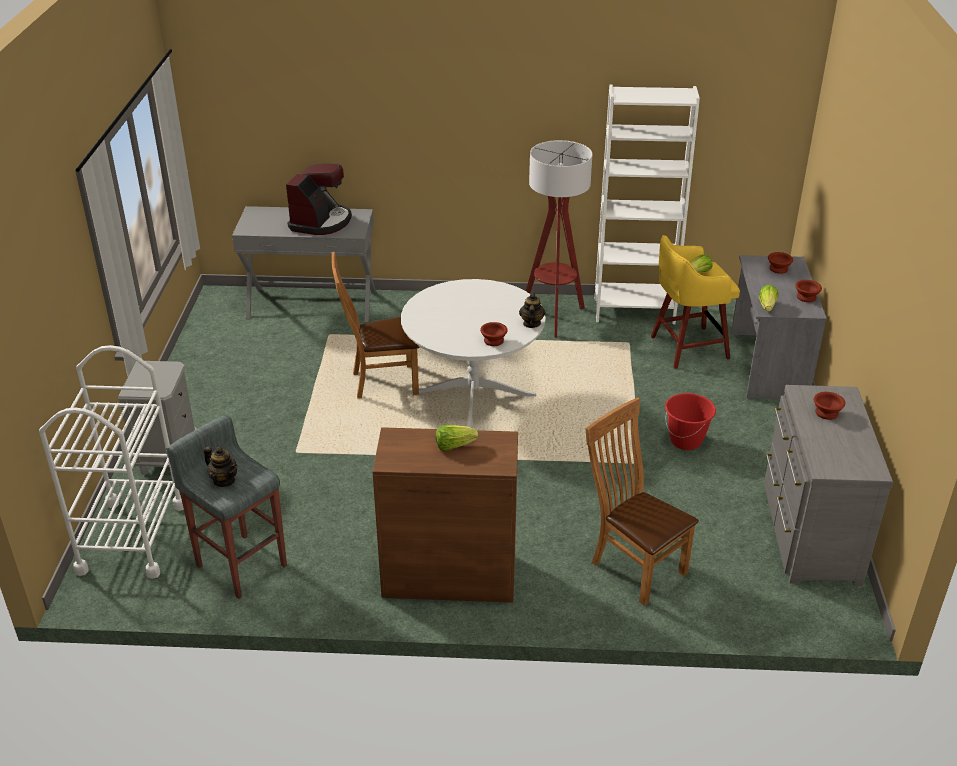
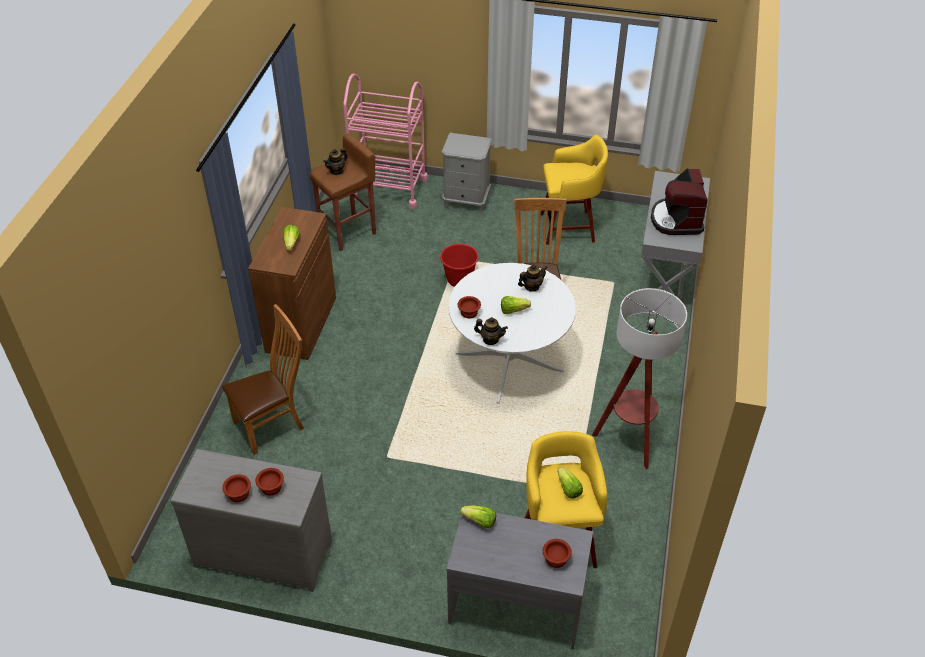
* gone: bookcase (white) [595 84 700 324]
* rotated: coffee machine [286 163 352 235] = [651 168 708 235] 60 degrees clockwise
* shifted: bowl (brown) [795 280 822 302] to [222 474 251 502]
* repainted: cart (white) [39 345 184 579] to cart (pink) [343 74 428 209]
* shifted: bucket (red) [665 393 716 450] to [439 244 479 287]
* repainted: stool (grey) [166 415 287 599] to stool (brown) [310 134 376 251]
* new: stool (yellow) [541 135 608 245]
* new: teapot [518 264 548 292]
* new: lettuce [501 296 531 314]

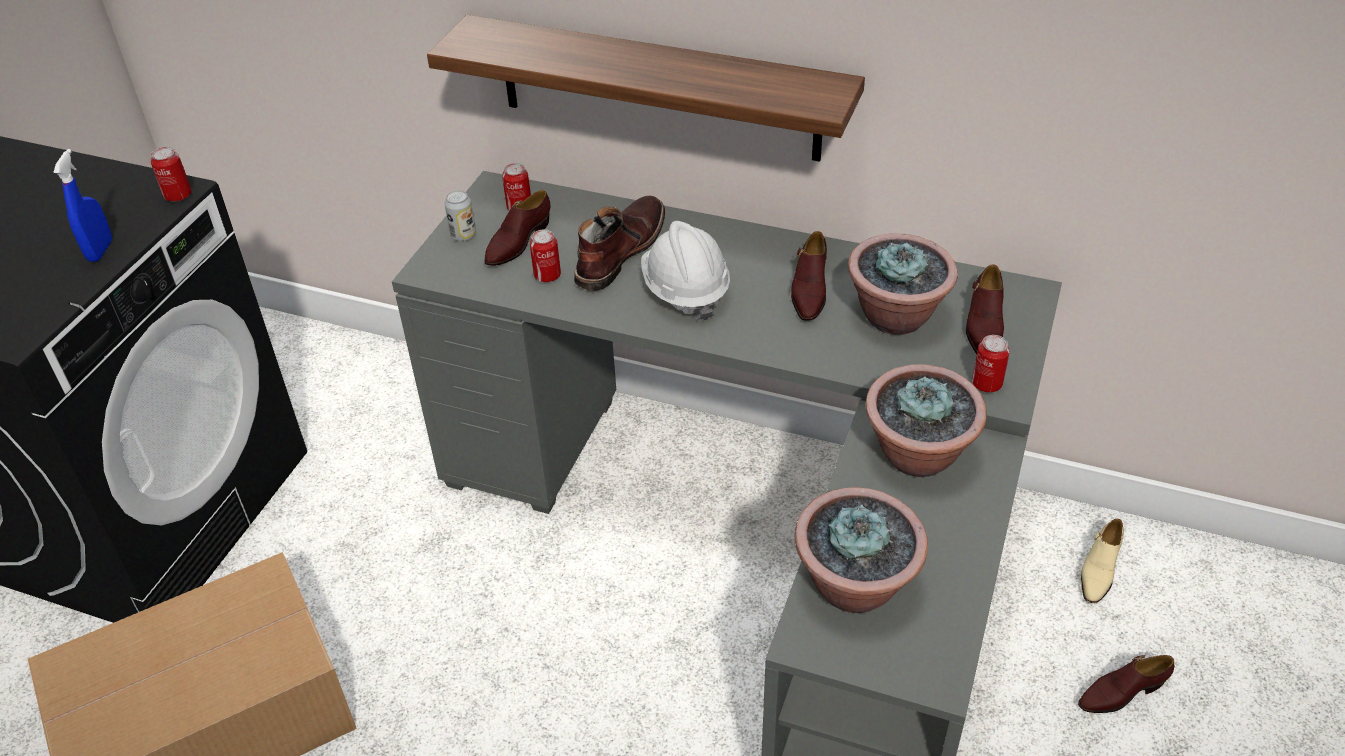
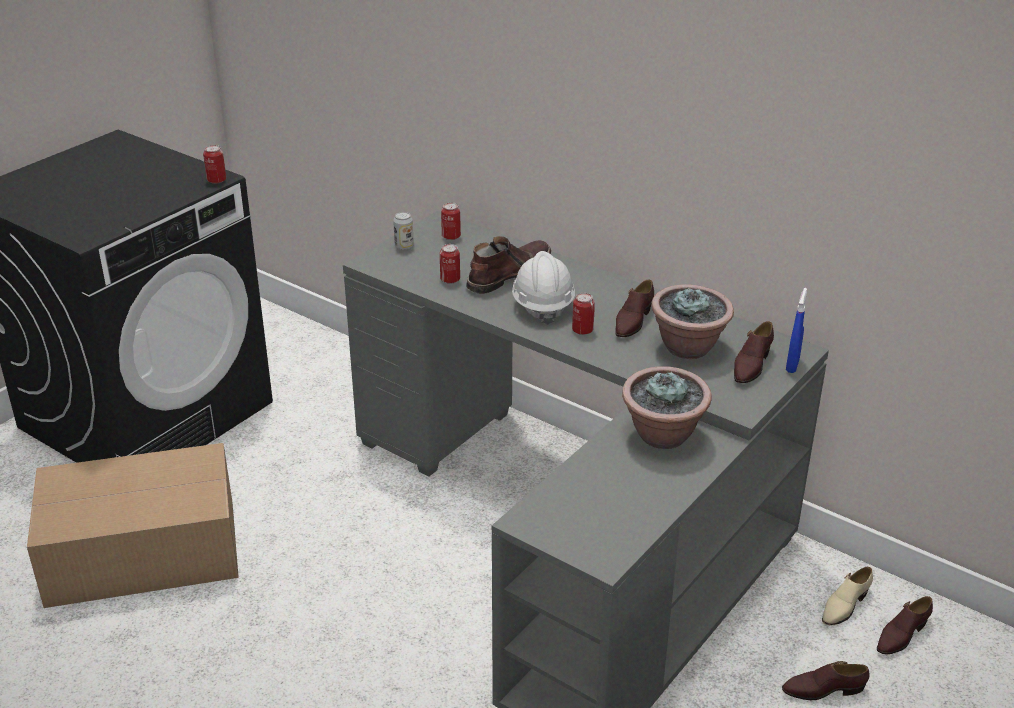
* gone: shelf [427 15 865 162]
* shifted: spray bottle (blue) [54 149 112 262] to [786 288 807 373]
* shifted: shoe (brown) [484 190 550 266] to [877 596 933 654]
* shifted: can [972 335 1010 392] to [572 293 595 335]
* gone: potted plant [795 487 928 613]

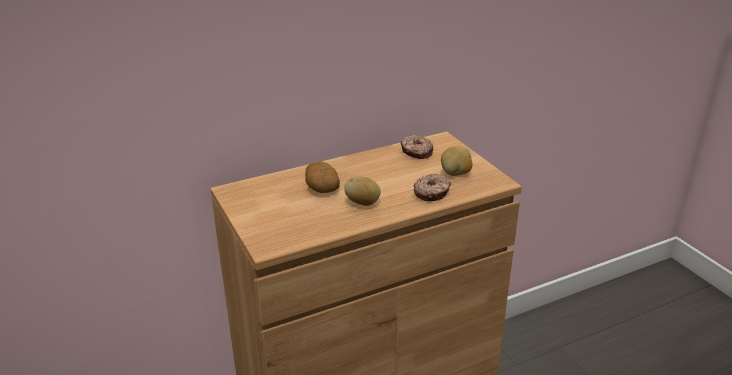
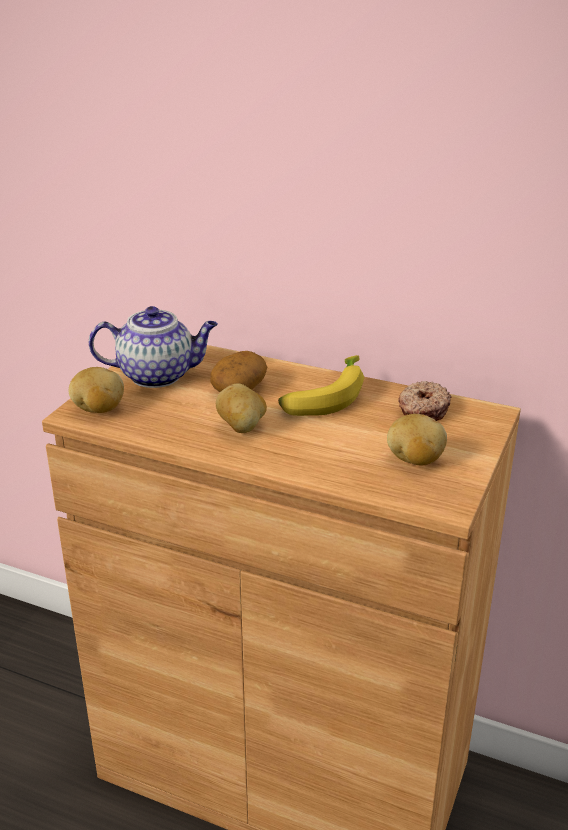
* gone: donut [413 174 451 201]
* new: teapot [89 306 218 388]
* new: banana [278 355 364 416]
* new: potato [69 367 124 413]

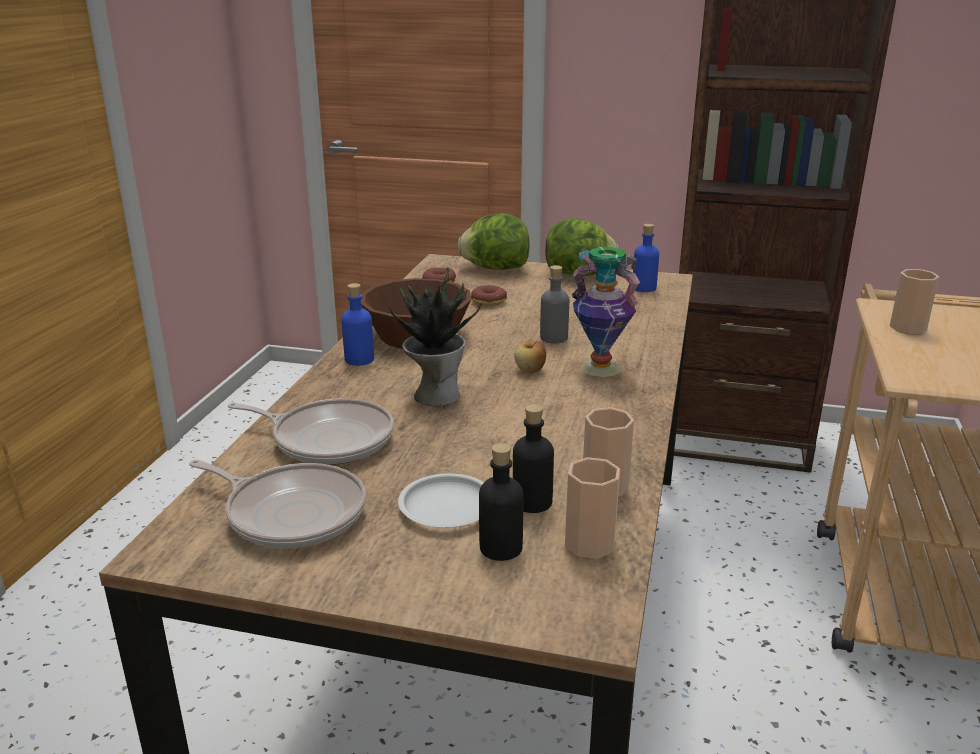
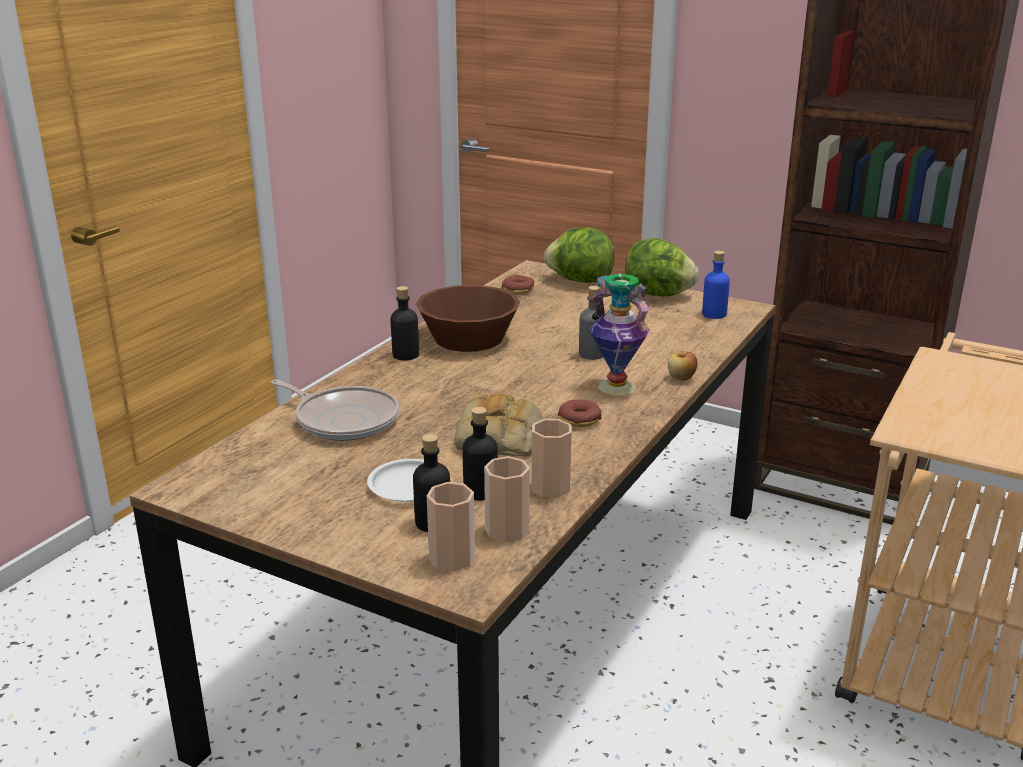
* gone: potted plant [389 267 481 406]
* shifted: cup [890 269 939 334] to [427 482 475 572]
* repainted: bottle (blue) [341 283 374 366] to bottle (black) [390 286 419 360]
* shifted: donut [471 285 507 306] to [558 399 602 427]
* shifted: apple [515 341 546 373] to [668 351 698 381]
* gone: frying pan [189 459 366 548]
* new: bread [455 393 543 457]

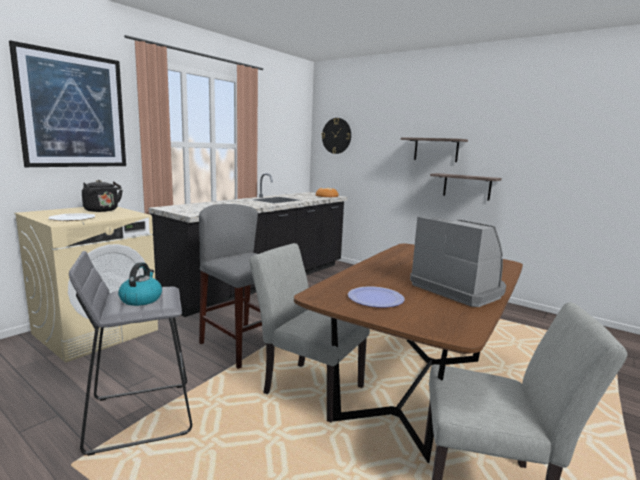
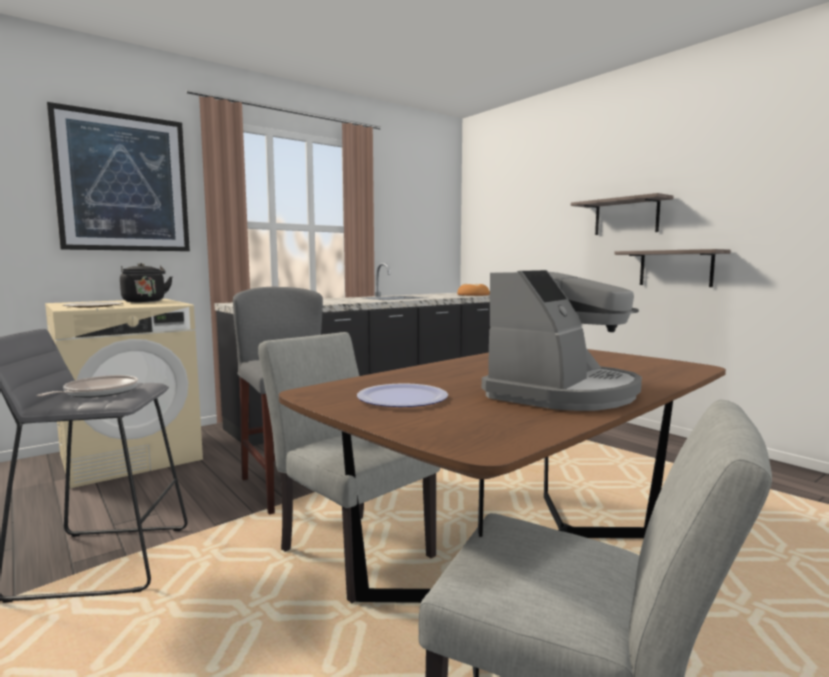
* gone: wall clock [322 118 351 154]
* rotated: coffee machine [410 216 506 307] = [482 270 642 411] 60 degrees clockwise
* swapped: kettle [118 262 162 306] to frying pan [36 375 138 398]

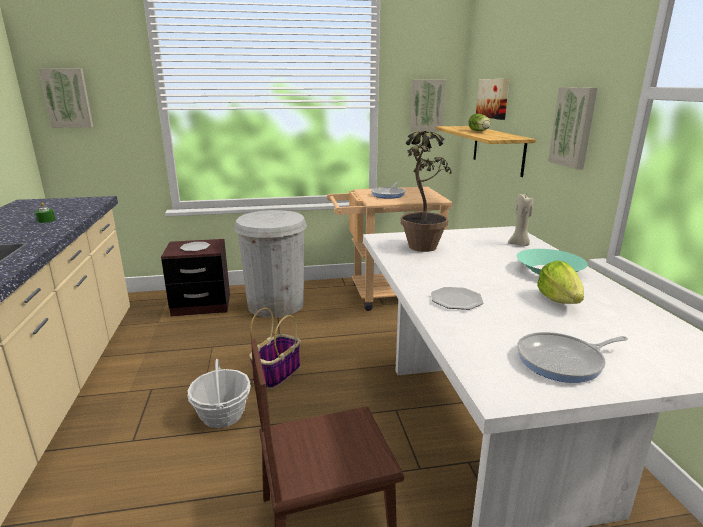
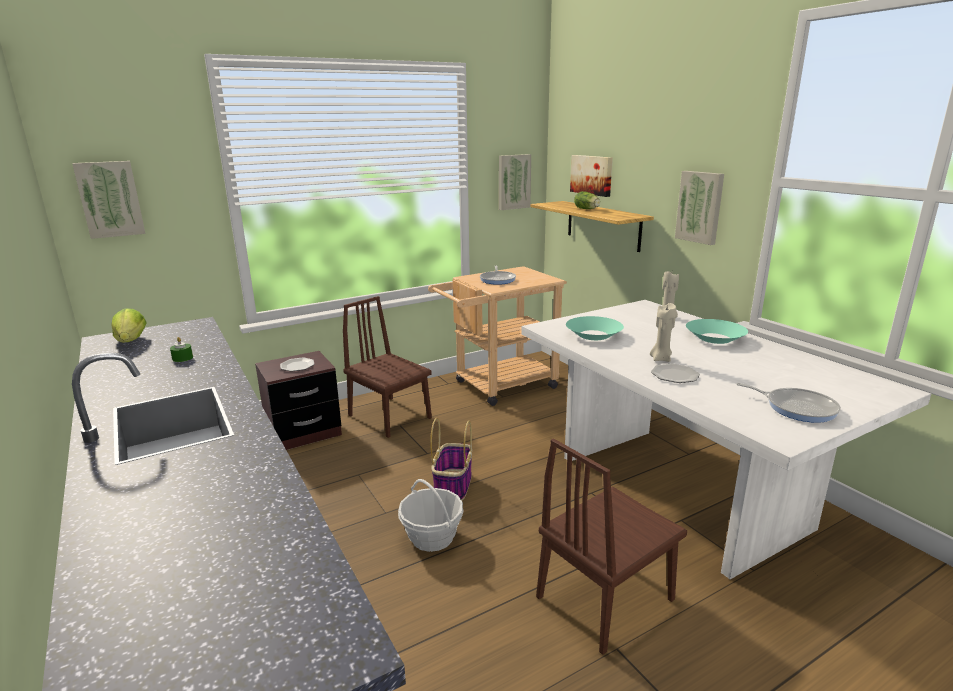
* swapped: potted plant [401 131 452 252] to bowl (turquoise) [566 316 624 340]
* swapped: trash can (white) [234 210 307 318] to chair (brown) [343 296 432 438]
* shifted: lettuce [537 261 584 304] to [111 308 147 343]
* rotated: frying pan [517 332 628 383] = [736 383 841 423] 105 degrees counterclockwise
* new: candle (beige) [650 303 676 362]

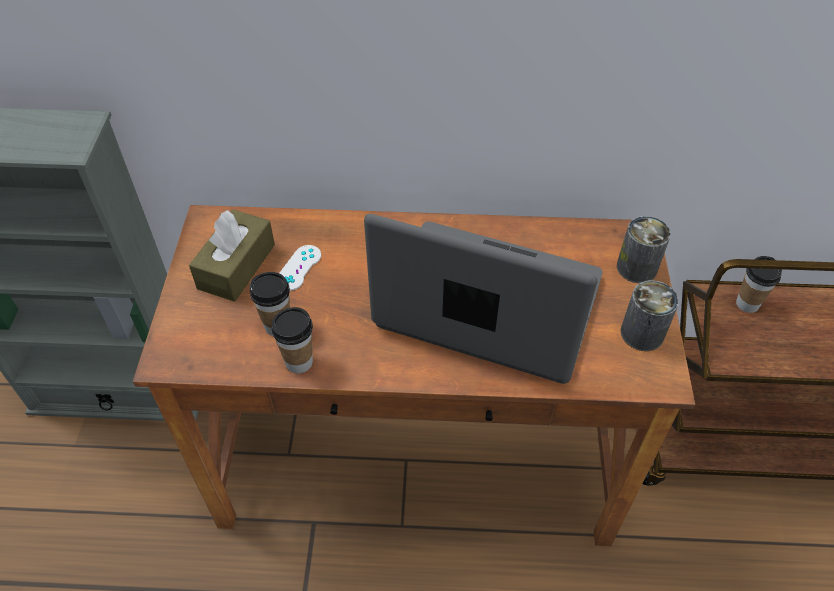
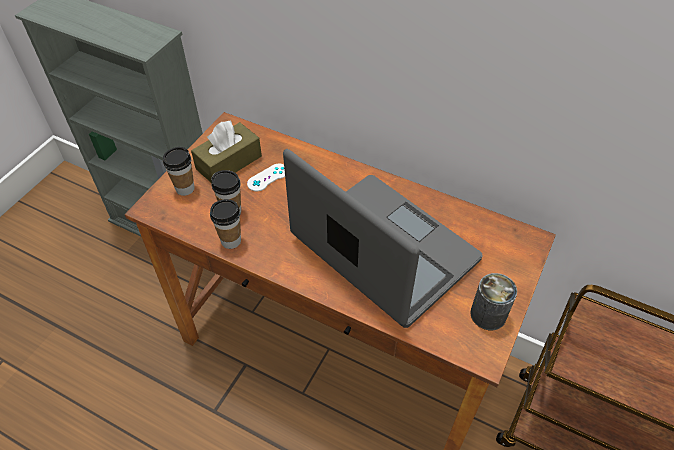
* gone: can [617 216 671 283]
* shifted: cup [736 256 782 313] to [163 147 195 196]

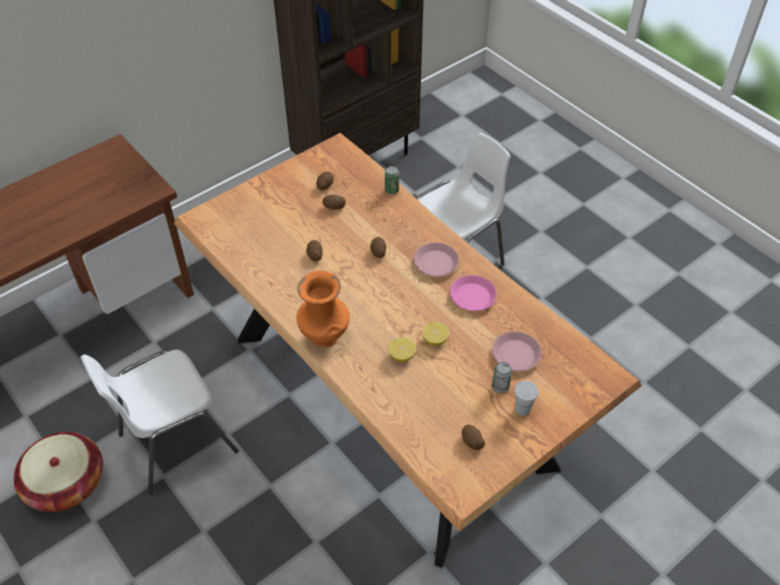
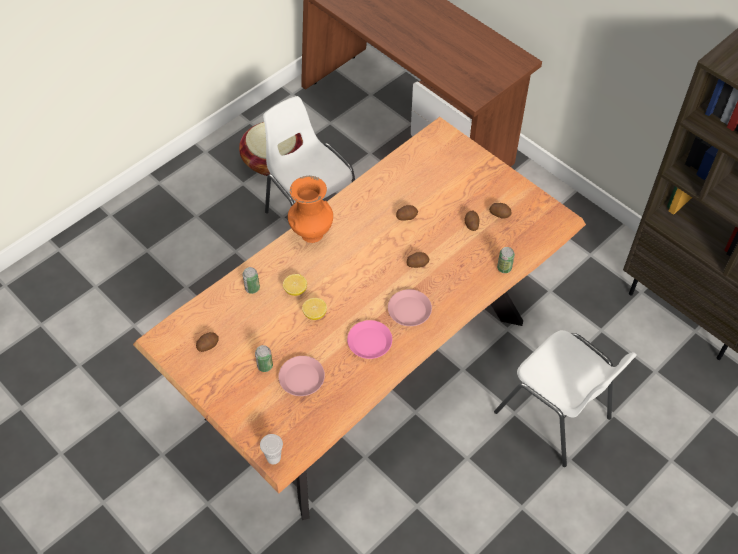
* shifted: cup (white) [514 381 539 416] to [260 434 283 464]
* new: can [243 267 260 294]

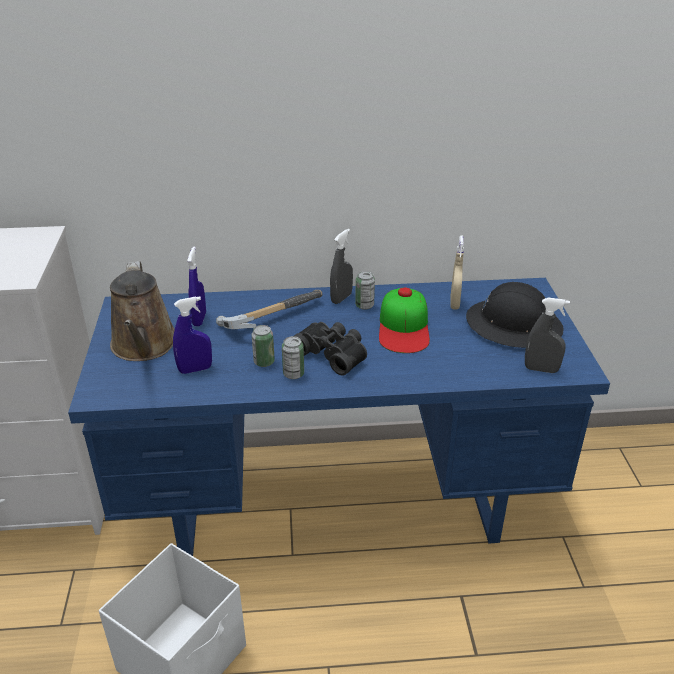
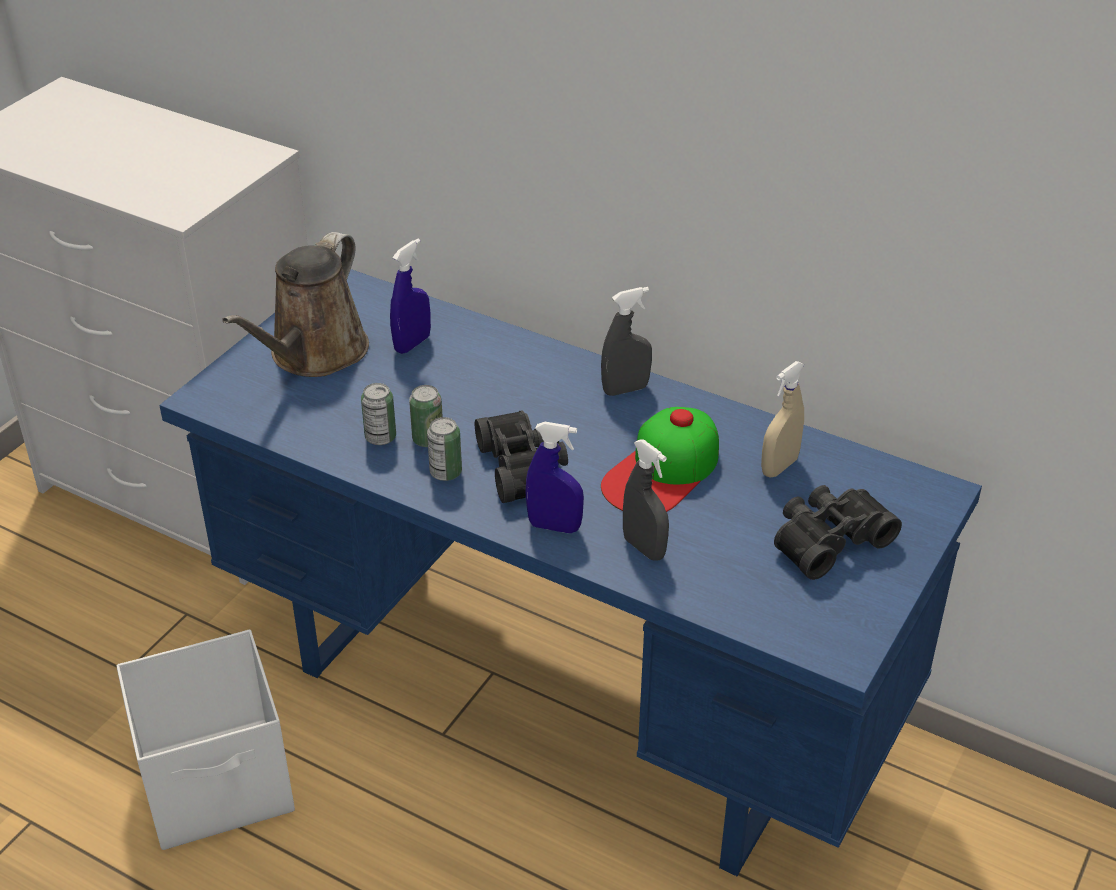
* shifted: can [355 271 375 310] to [361 383 396 445]
* swapped: hard hat (black) [466 282 564 348] to binoculars (black) [774 485 902 580]
* gone: hammer [216 290 322 329]
* shifted: spray bottle (blue) [173 296 212 374] to [525 422 584 533]
* shifted: spray bottle (grey) [525 297 570 373] to [623 440 669 561]

